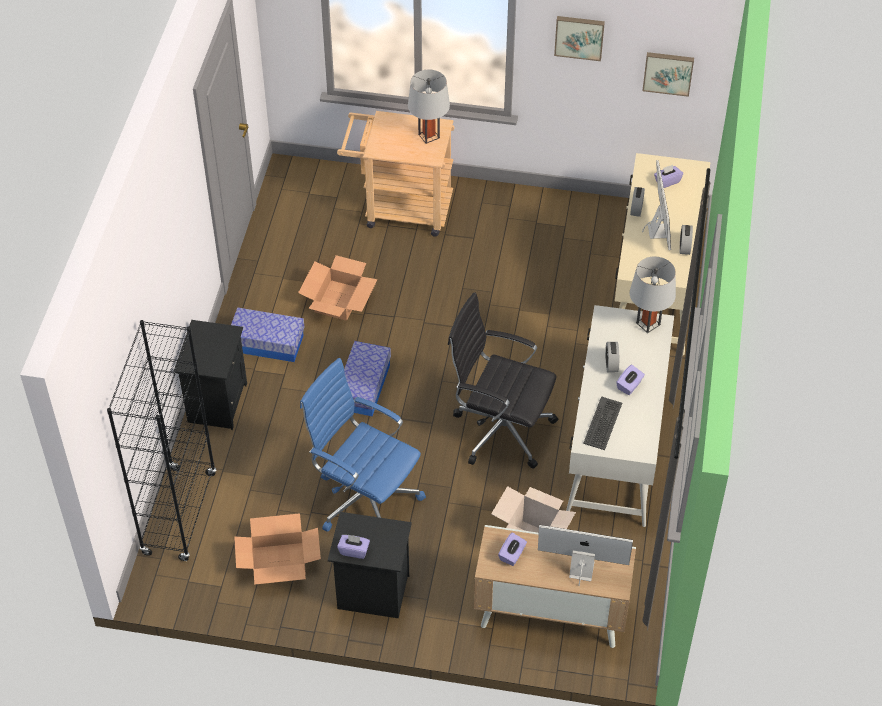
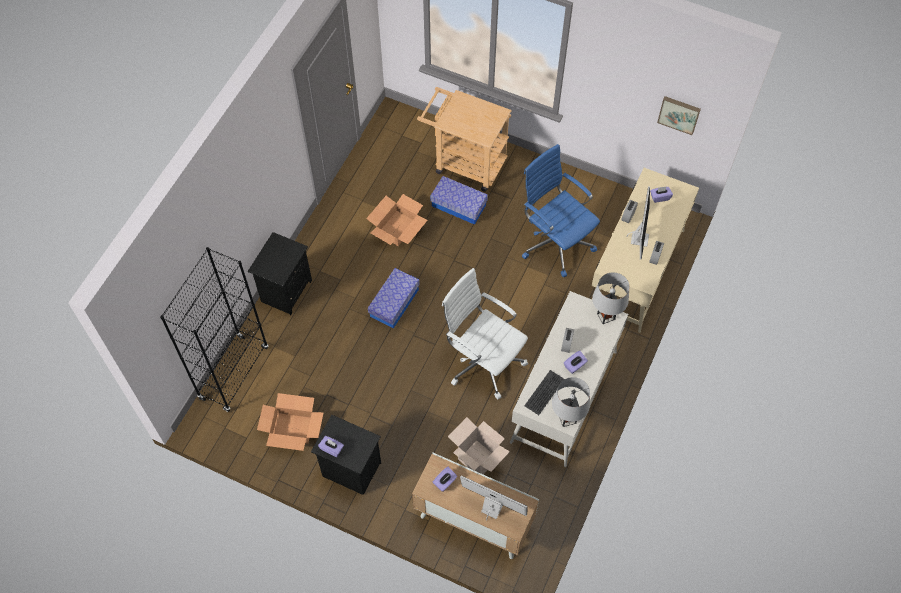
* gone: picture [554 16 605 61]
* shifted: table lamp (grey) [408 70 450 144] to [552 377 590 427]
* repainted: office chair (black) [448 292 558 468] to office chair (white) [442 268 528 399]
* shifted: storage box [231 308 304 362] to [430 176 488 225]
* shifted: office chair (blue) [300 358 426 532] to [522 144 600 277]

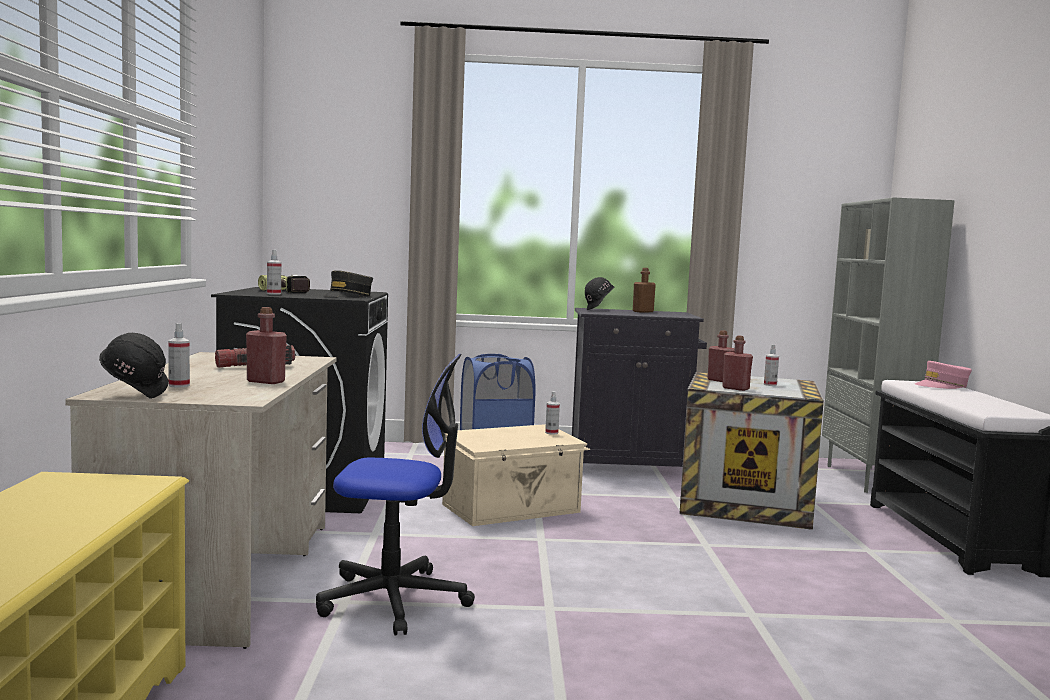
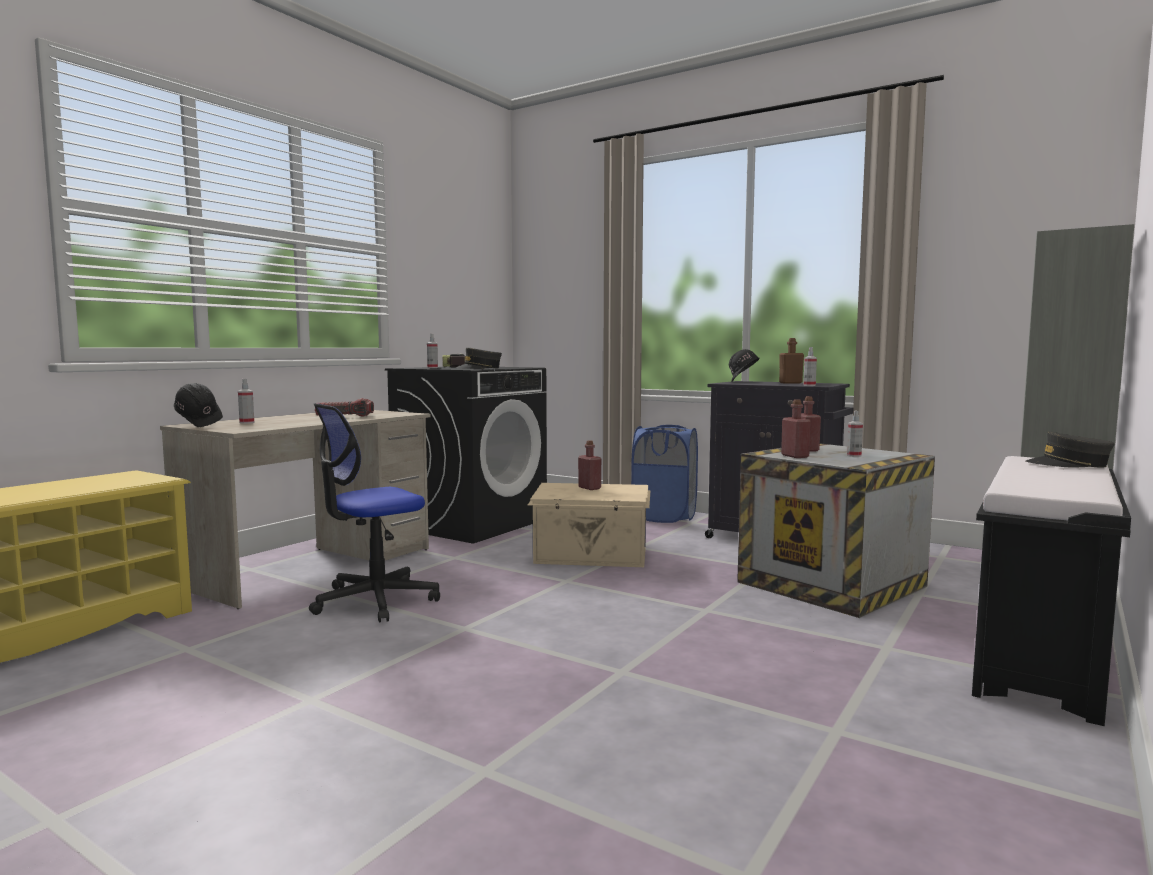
* shifted: bottle (red) [246 307 287 384] to [578 440 601 490]
* rotated: office chair [316 354 475 635] = [309 403 440 622] 105 degrees clockwise
* repainted: cap (pink) [915 361 972 389] to cap (grey) [1026 432 1115 468]
* shifted: spray bottle [545 391 560 434] to [803 347 817 386]

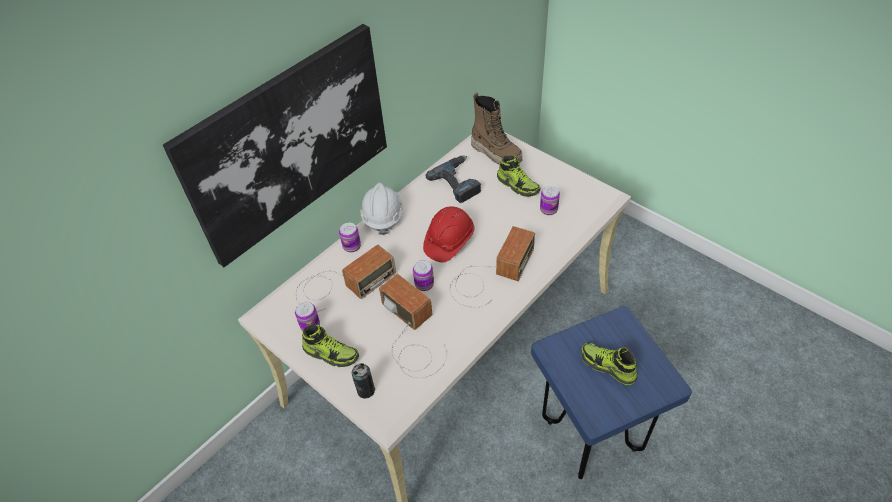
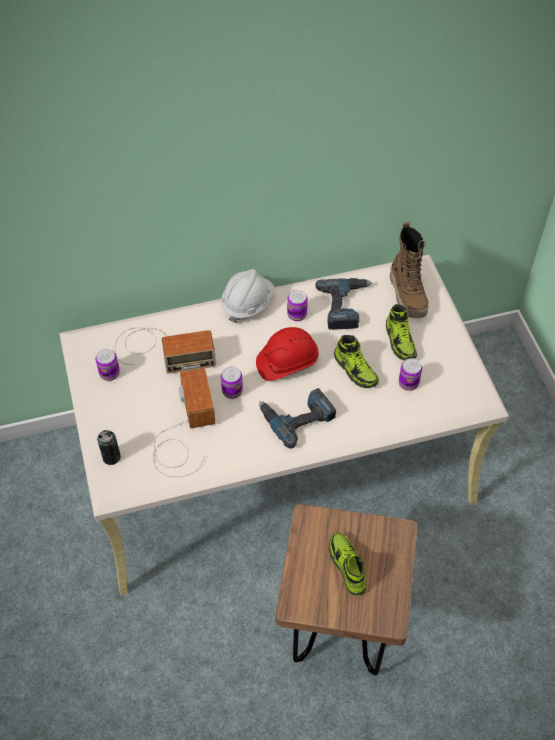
* gone: picture [163 24 387 267]
* shifted: can [339 223 361 252] to [287 290 308 321]
* swapped: radio [450 226 535 308] to power drill [259 388 336 449]
* repainted: stool (blue) [531 306 692 479] to stool (brown) [276 504 418 675]
* shifted: shoe [302 324 359 367] to [334 335 379 388]

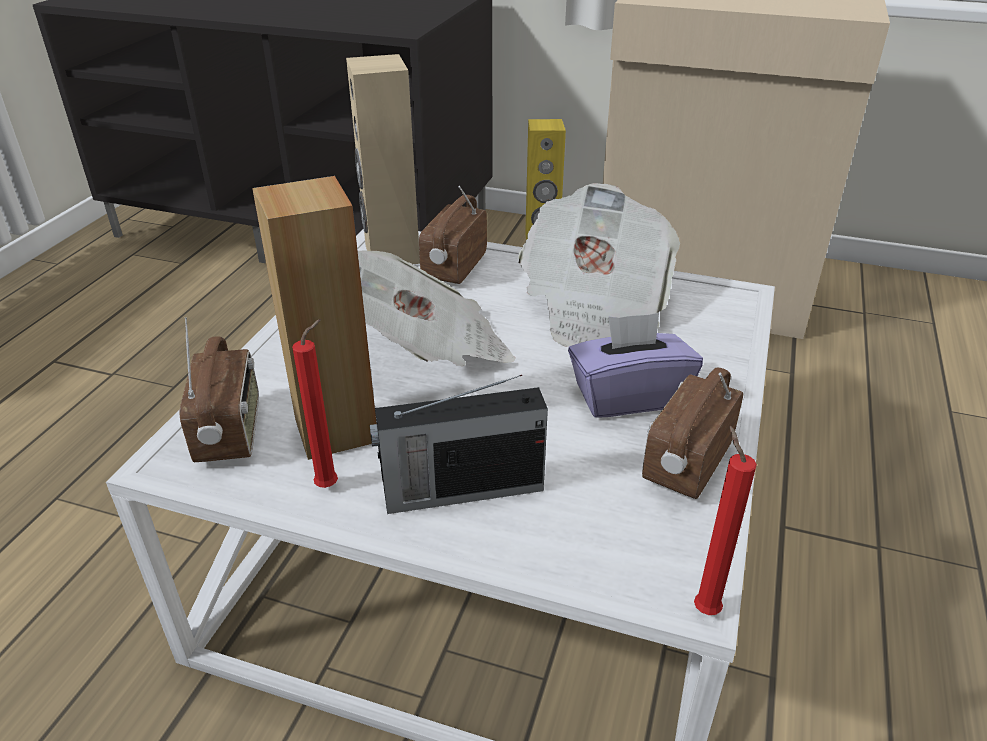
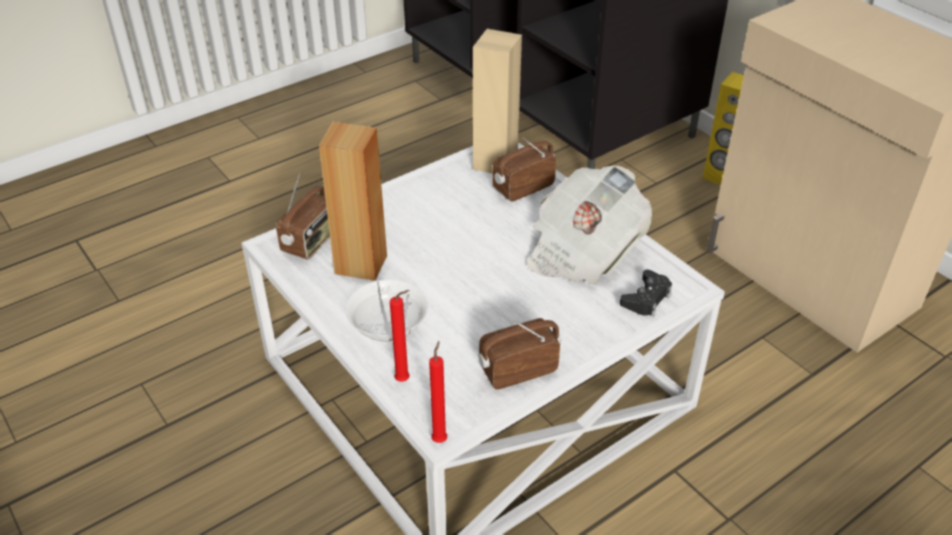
* gone: newspaper [358 250 516 366]
* gone: tissue box (purple) [568 313 703 418]
* shifted: candle (red) [292 319 338 488] to [390 290 410 382]
* swapped: radio [370 375 548 514] to bowl [345 279 428 341]
* new: game controller (black) [620 270 672 317]

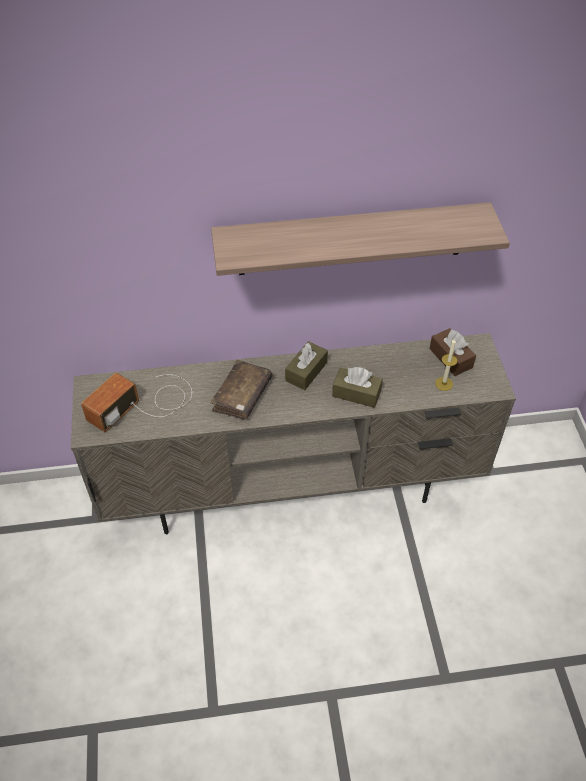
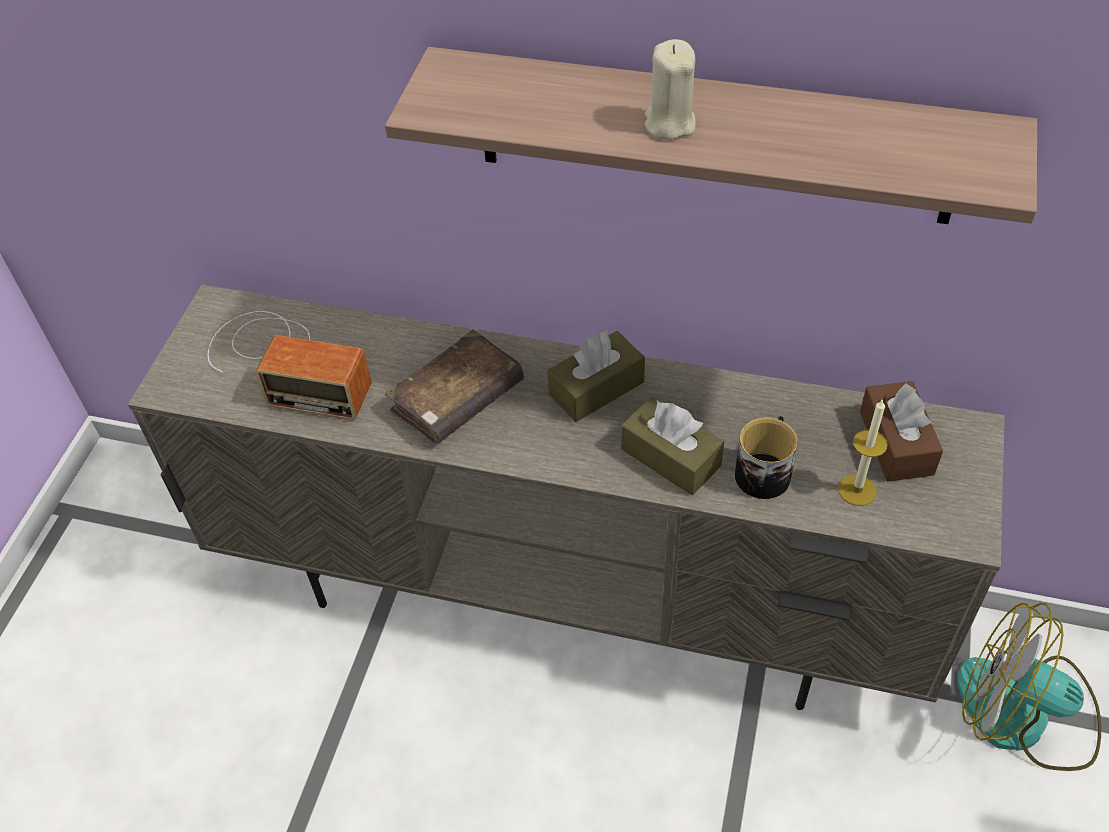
* rotated: radio [81 373 192 432] = [208 311 371 420] 135 degrees counterclockwise
* new: candle (beige) [645 39 696 140]
* new: mug [735 416 798 499]
* new: fan [958 603 1101 771]

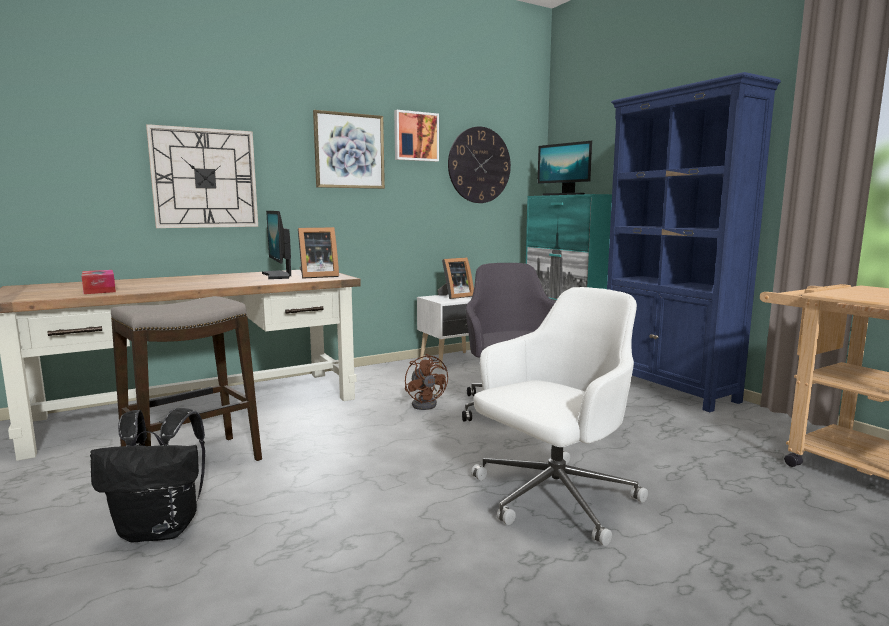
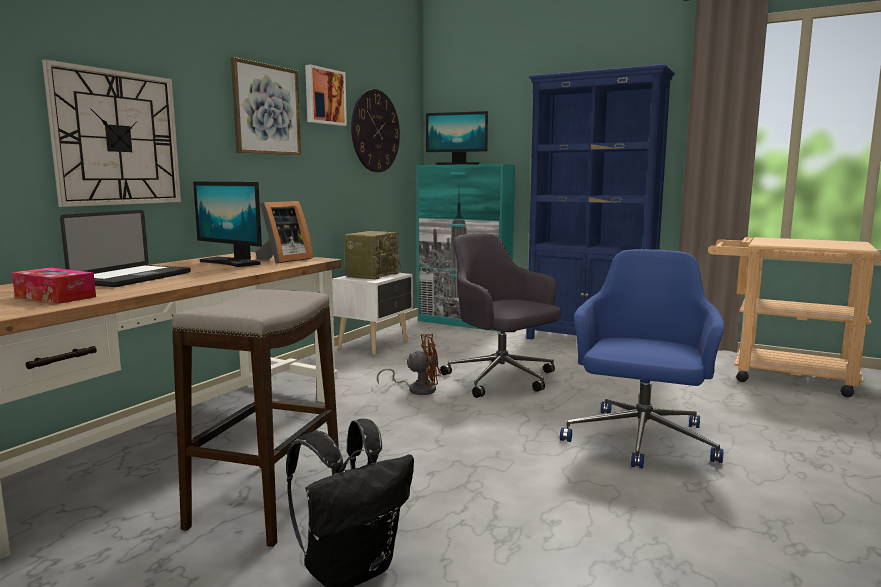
* swapped: picture frame [438 258 474 299] to radio [344 231 401 280]
* repainted: office chair (white) [471 287 648 546] to office chair (blue) [560 249 724 469]
* rotated: fan (brown) [405 354 448 410] = [377 334 441 395] 45 degrees counterclockwise
* new: laptop [60 210 191 287]

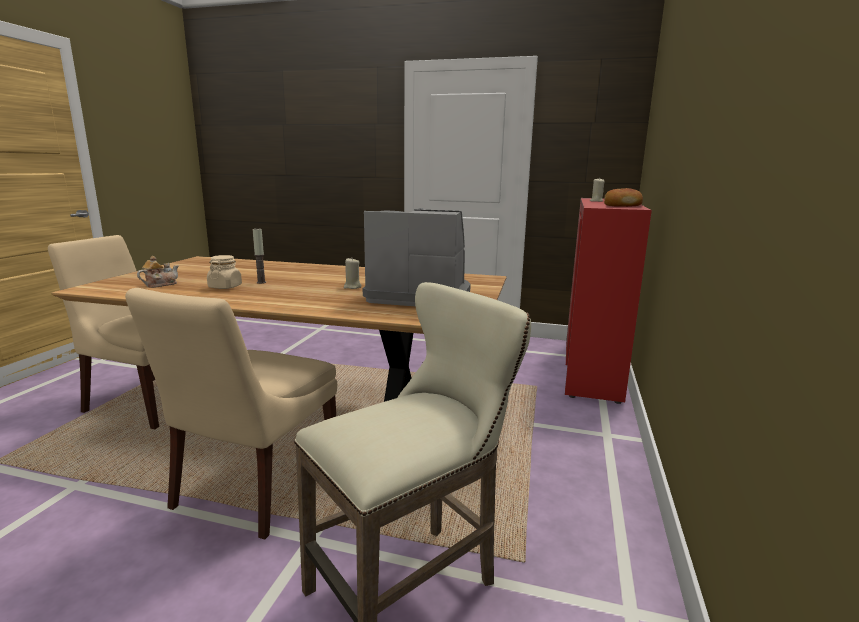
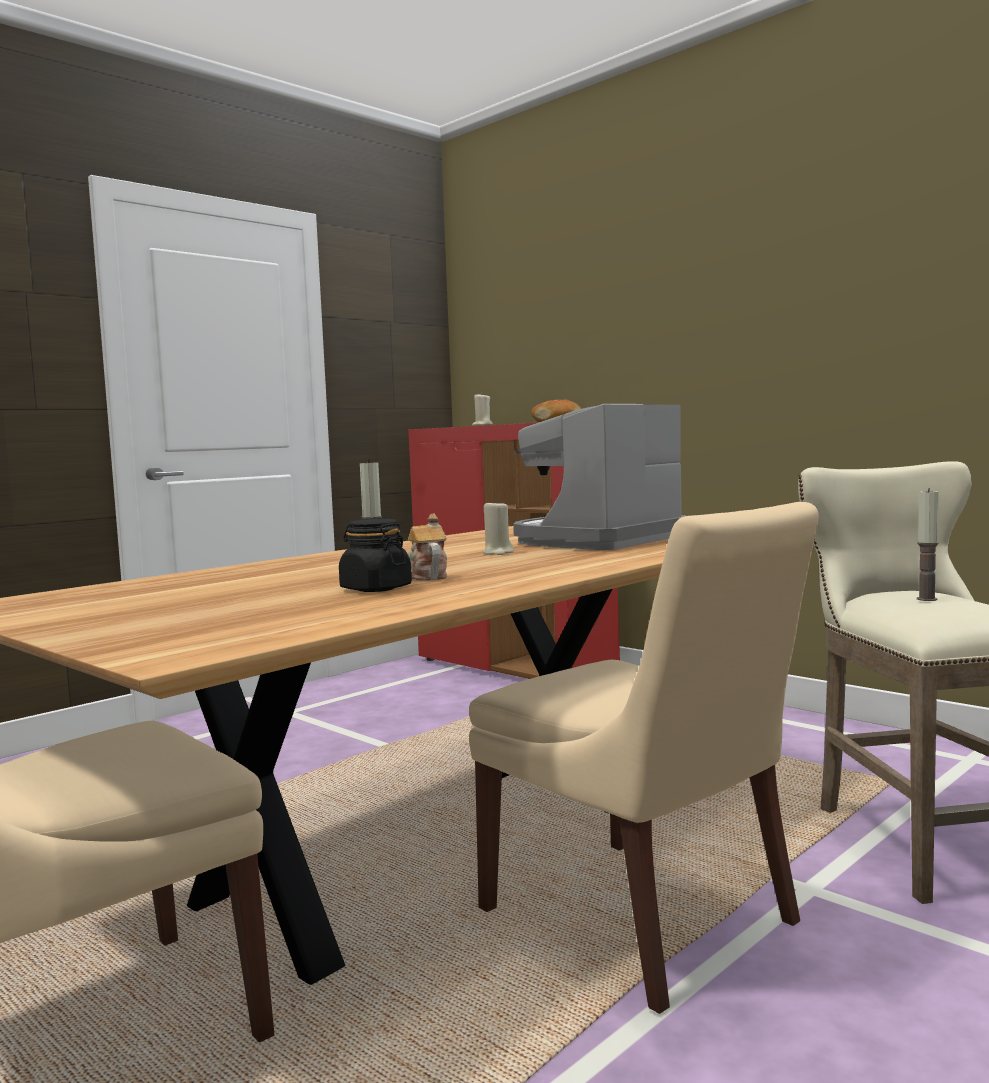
* repainted: jar (beige) [207 255 242 289] to jar (black) [339 519 412 592]
* shifted: teapot [137 256 179 288] to [408 514 447 580]
* new: candle [917 488 939 601]

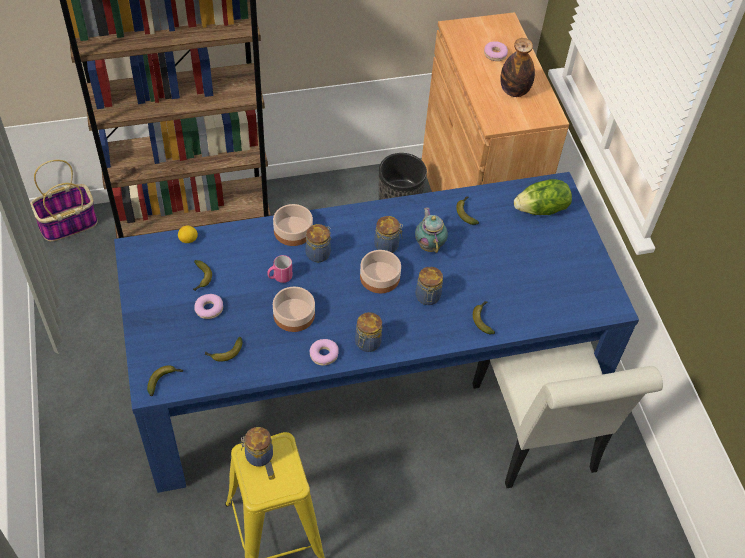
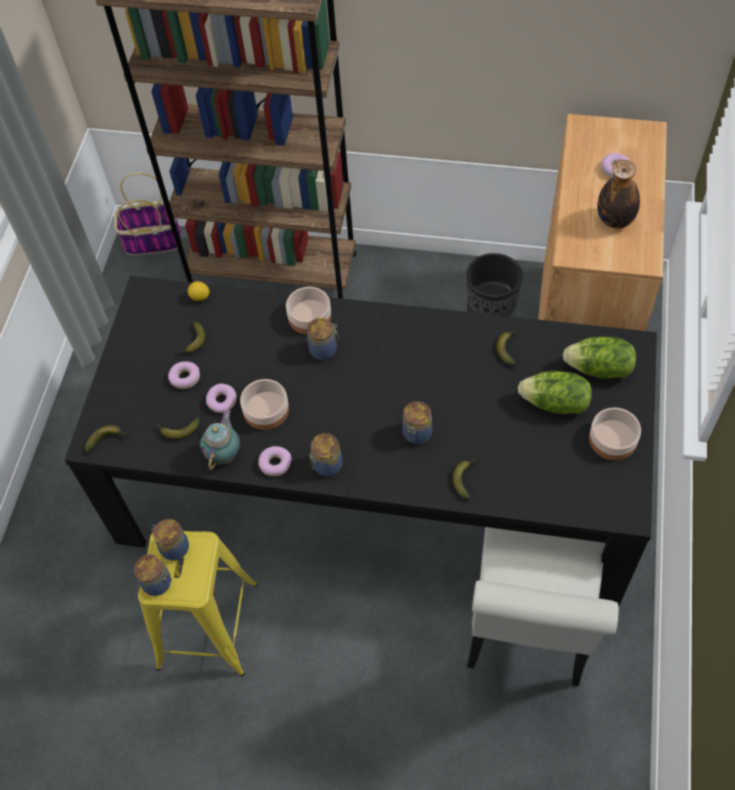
* repainted: dining table (blue) [114 172 639 493] to dining table (black) [65 276 657 605]
* shifted: teapot [415 208 448 253] to [200 410 240 470]
* shifted: jar [374 216 403 253] to [134 554 172 596]
* shifted: bowl [360 250 401 293] to [589 407 641 460]
* gone: mug (pink) [267 255 292 283]
* new: lettuce [518 371 592 414]
* new: donut [206 383 237 413]

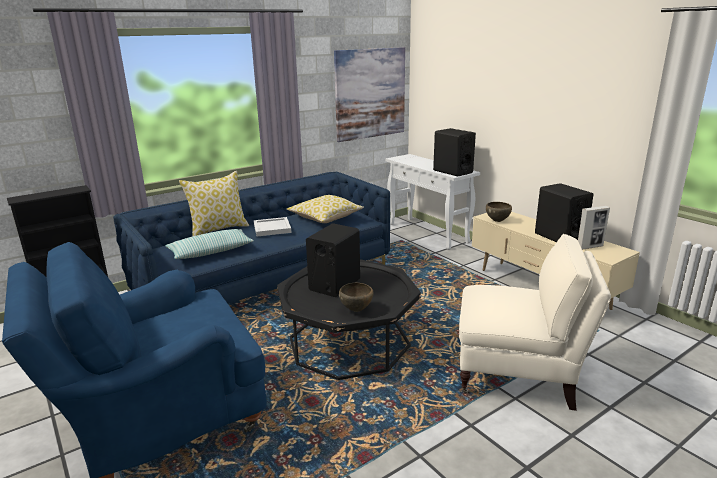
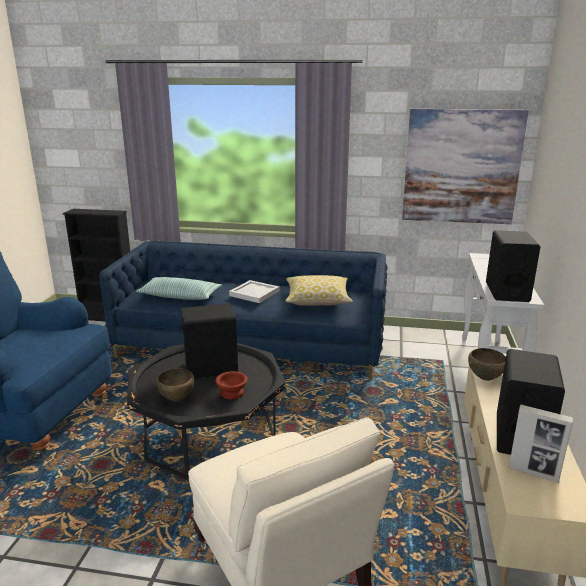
* gone: pillow [179 171 249 236]
* new: bowl (brown) [215 371 248 399]

